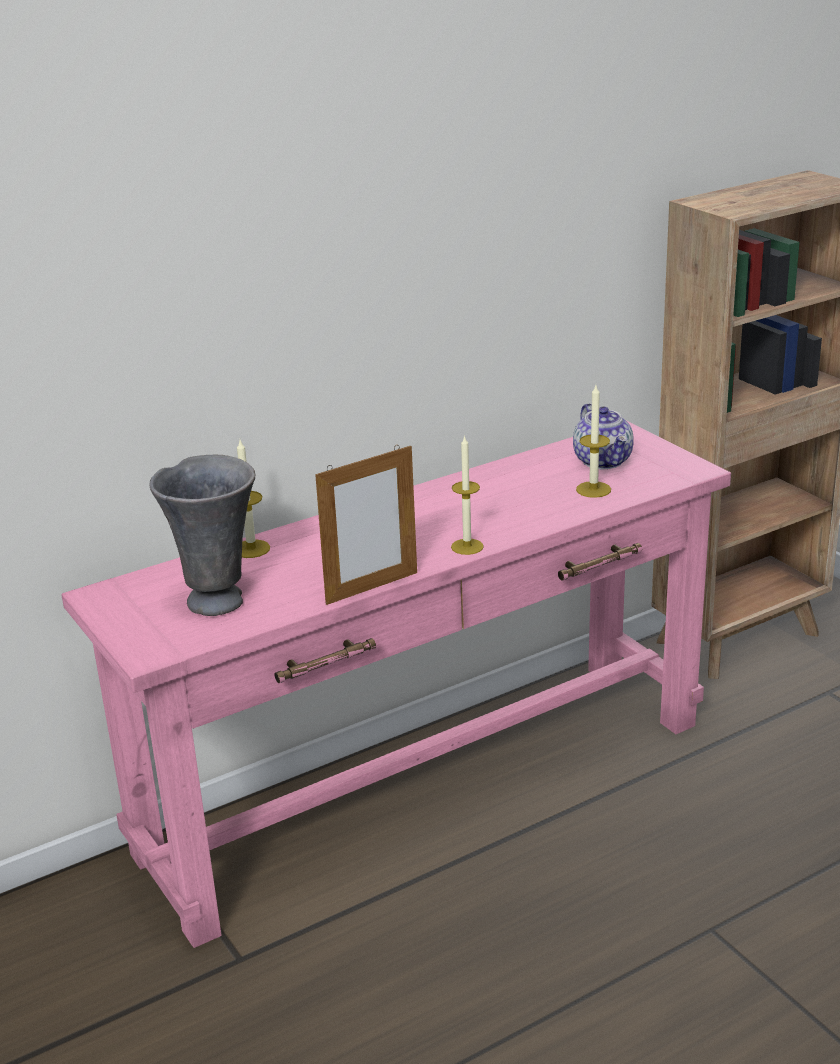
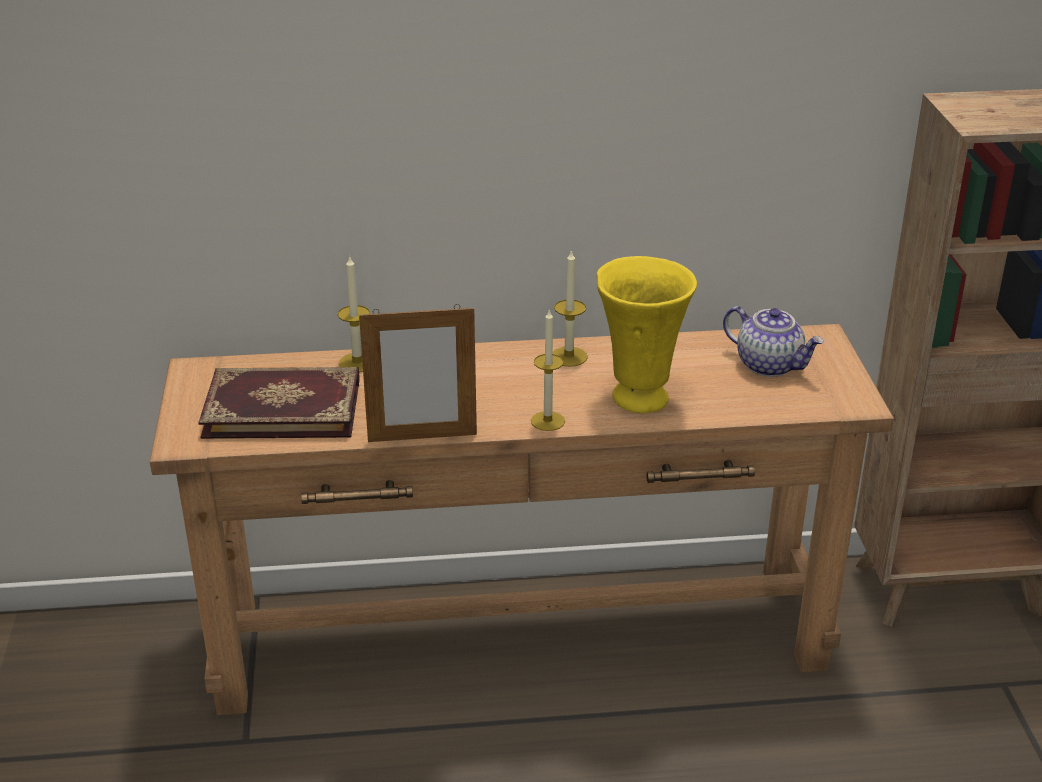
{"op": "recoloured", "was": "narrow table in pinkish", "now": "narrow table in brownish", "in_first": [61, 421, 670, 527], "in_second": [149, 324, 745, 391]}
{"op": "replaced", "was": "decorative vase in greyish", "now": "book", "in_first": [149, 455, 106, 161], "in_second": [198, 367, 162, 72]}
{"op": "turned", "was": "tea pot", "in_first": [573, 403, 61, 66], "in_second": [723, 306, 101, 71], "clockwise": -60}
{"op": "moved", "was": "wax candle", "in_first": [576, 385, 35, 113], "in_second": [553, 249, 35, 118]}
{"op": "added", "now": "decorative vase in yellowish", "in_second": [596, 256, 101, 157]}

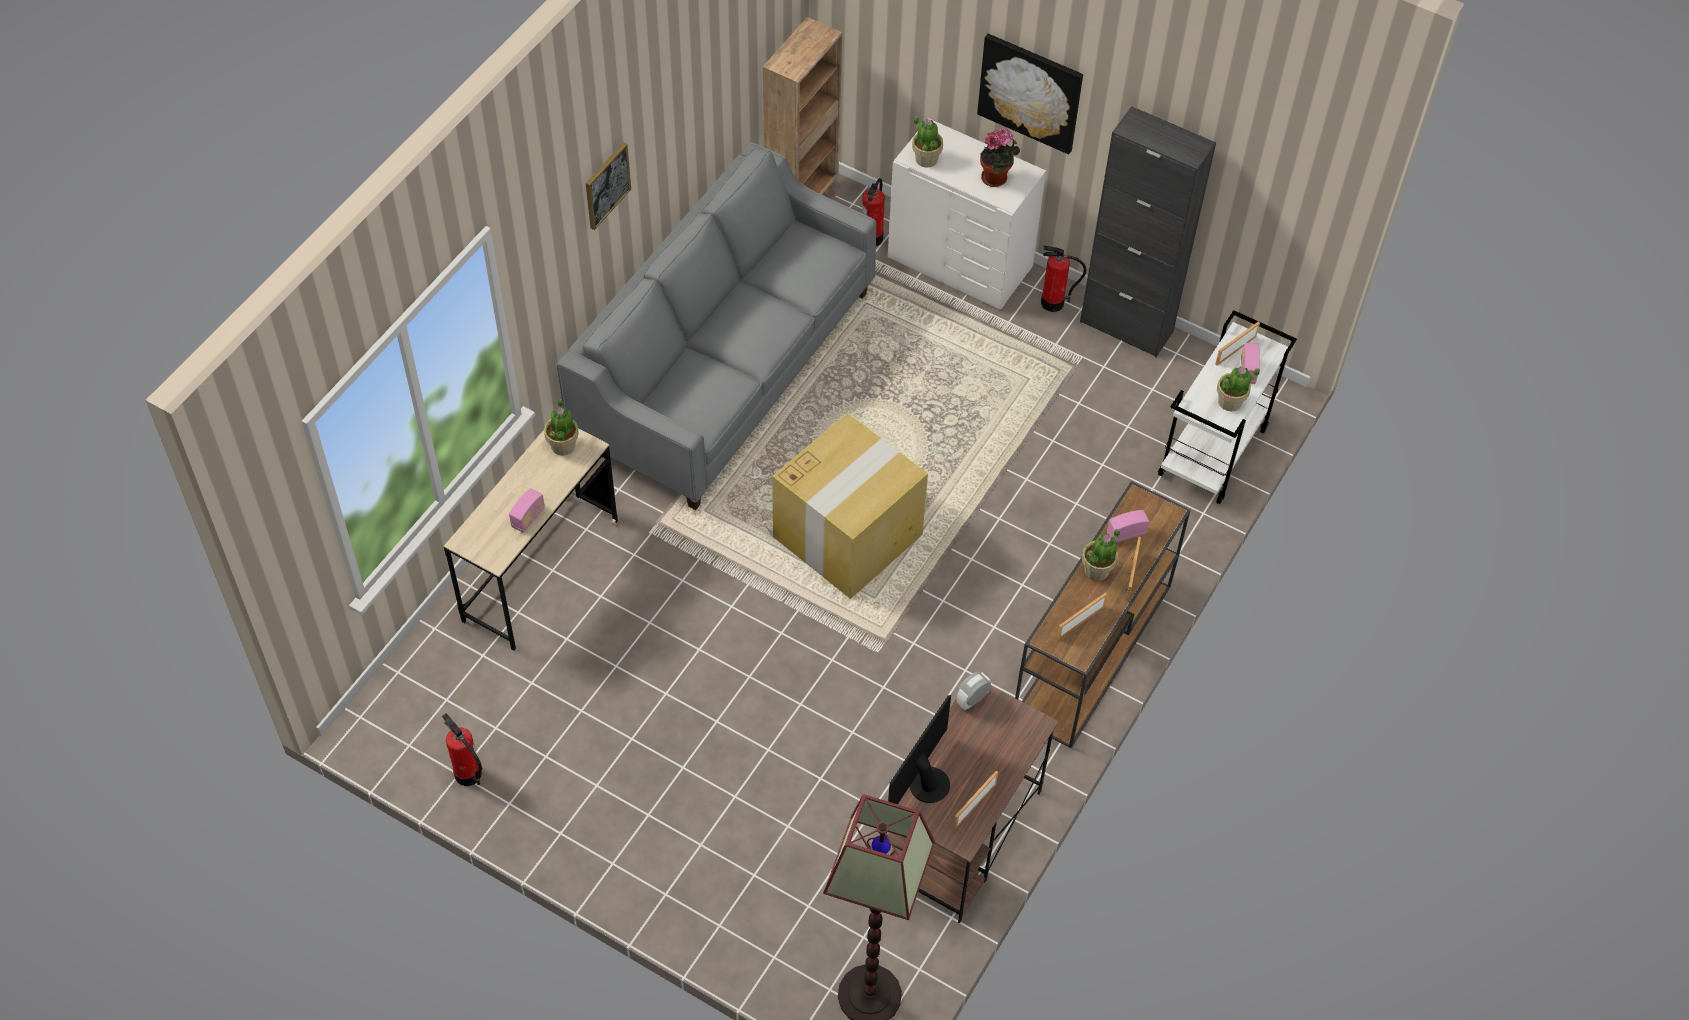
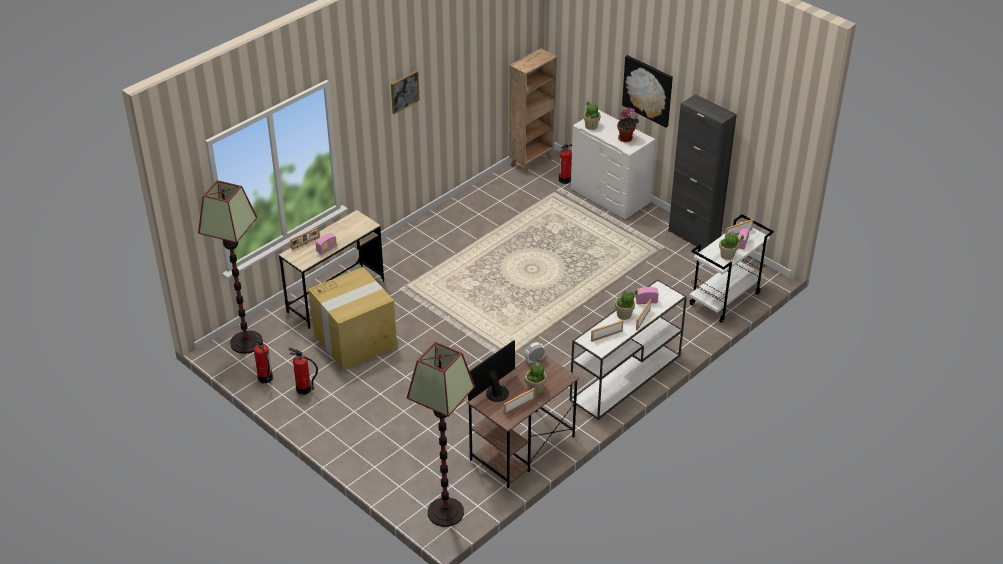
{"op": "moved", "was": "plant in a pot", "in_first": [544, 399, 35, 57], "in_second": [525, 358, 21, 36]}
{"op": "removed", "was": "couch in greyish", "in_first": [556, 142, 320, 368]}
{"op": "moved", "was": "cardboard box", "in_first": [772, 413, 156, 186], "in_second": [308, 267, 89, 103]}
{"op": "recoloured", "was": "narrow table in brownish", "now": "narrow table in whitish", "in_first": [1015, 481, 176, 267], "in_second": [570, 279, 117, 141]}
{"op": "moved", "was": "fire-fighting cylinder", "in_first": [1041, 246, 46, 66], "in_second": [288, 347, 30, 48]}
{"op": "added", "now": "standard lamp", "in_second": [198, 180, 65, 174]}
{"op": "added", "now": "standing frame", "in_second": [290, 227, 30, 23]}

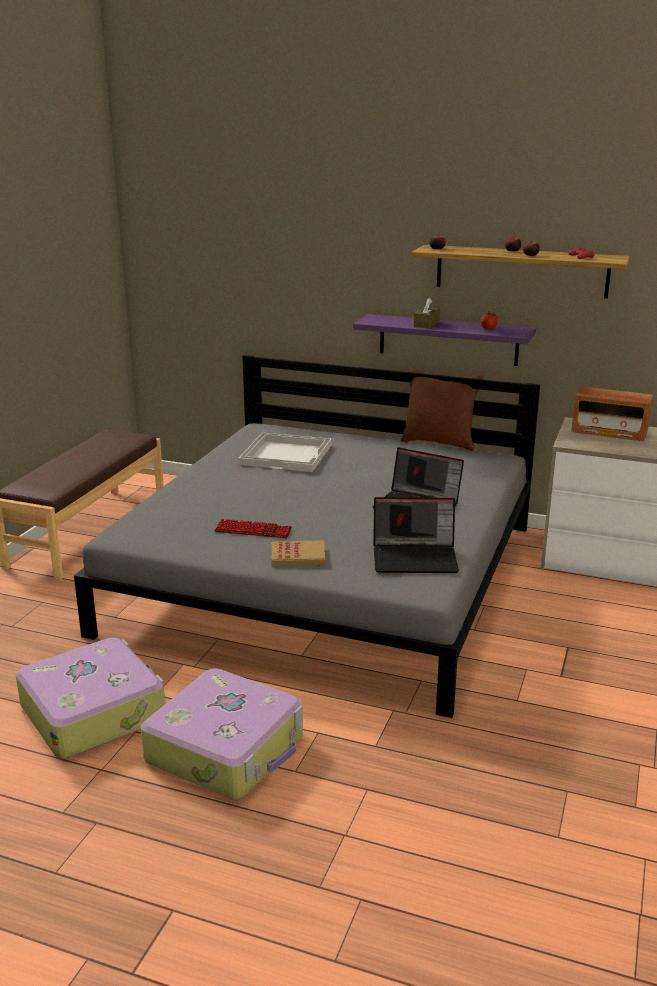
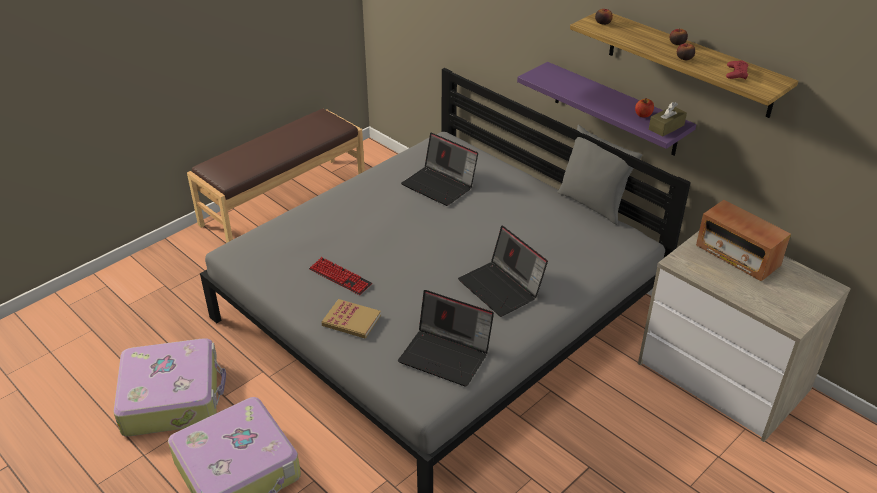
{"op": "replaced", "was": "carrying tray in whitish", "now": "laptop", "in_first": [239, 433, 93, 39], "in_second": [401, 133, 77, 73]}
{"op": "recoloured", "was": "pillow in brownish", "now": "pillow in greyish", "in_first": [401, 368, 82, 83], "in_second": [558, 125, 84, 100]}
{"op": "moved", "was": "tissue holder in brownish", "in_first": [414, 298, 26, 30], "in_second": [649, 102, 38, 35]}

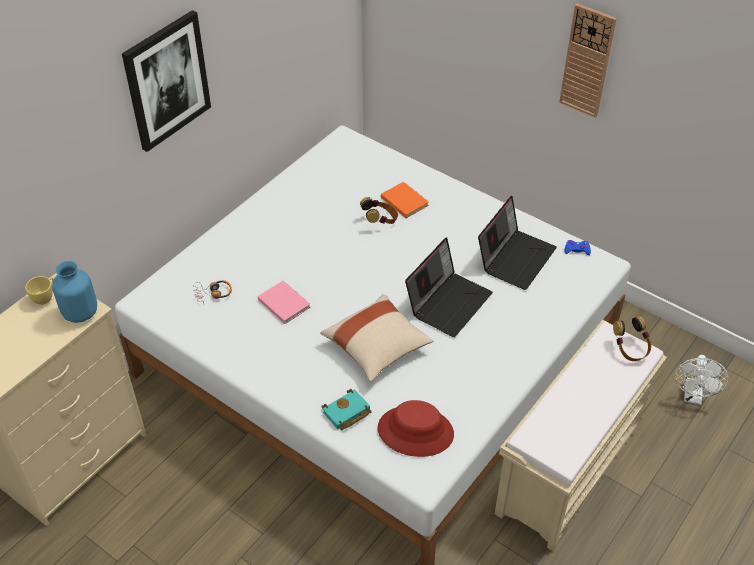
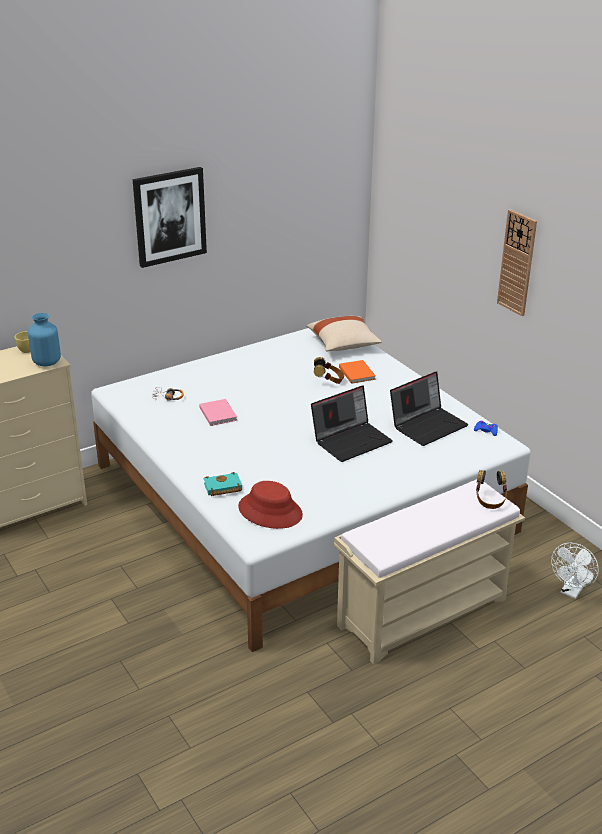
{"op": "moved", "was": "pillow in beige", "in_first": [320, 294, 114, 88], "in_second": [307, 316, 75, 35]}

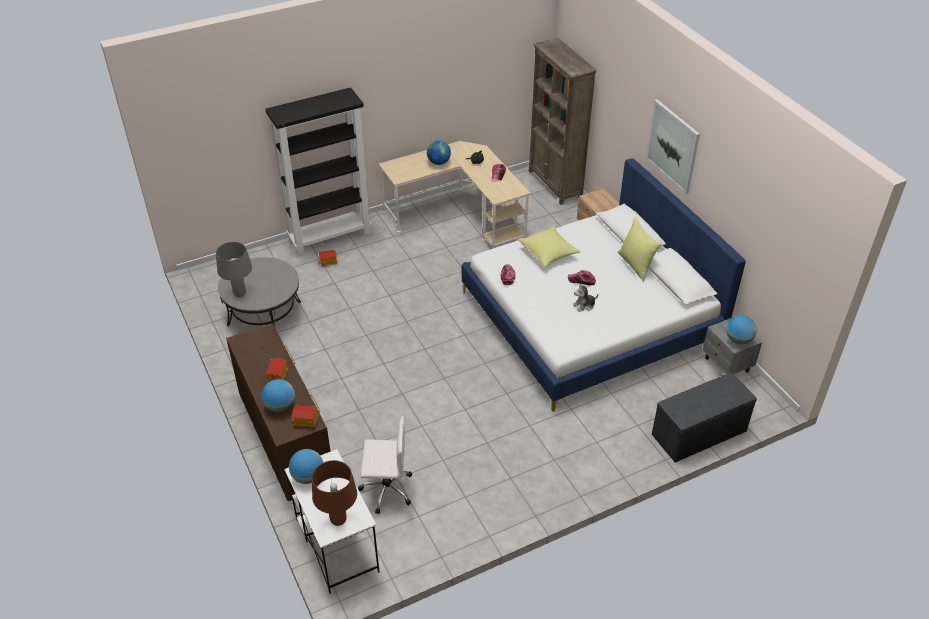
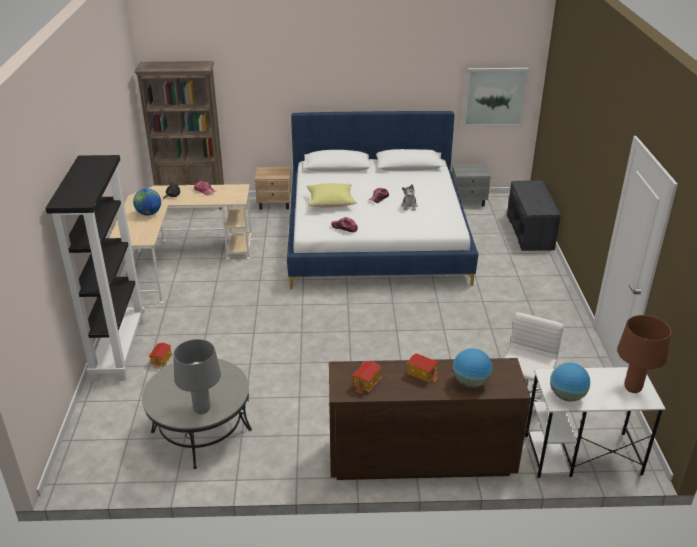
{"op": "moved", "was": "model house", "in_first": [292, 405, 26, 22], "in_second": [352, 361, 29, 33]}
{"op": "removed", "was": "pillow in yellowish", "in_first": [618, 217, 43, 65]}
{"op": "moved", "was": "wall picture", "in_first": [646, 99, 54, 95], "in_second": [463, 68, 66, 59]}
{"op": "removed", "was": "desk globe", "in_first": [726, 315, 31, 29]}

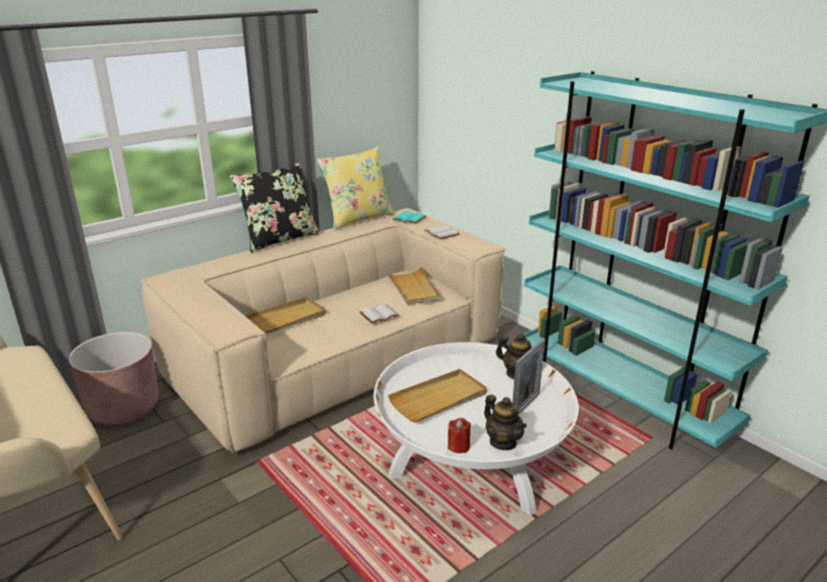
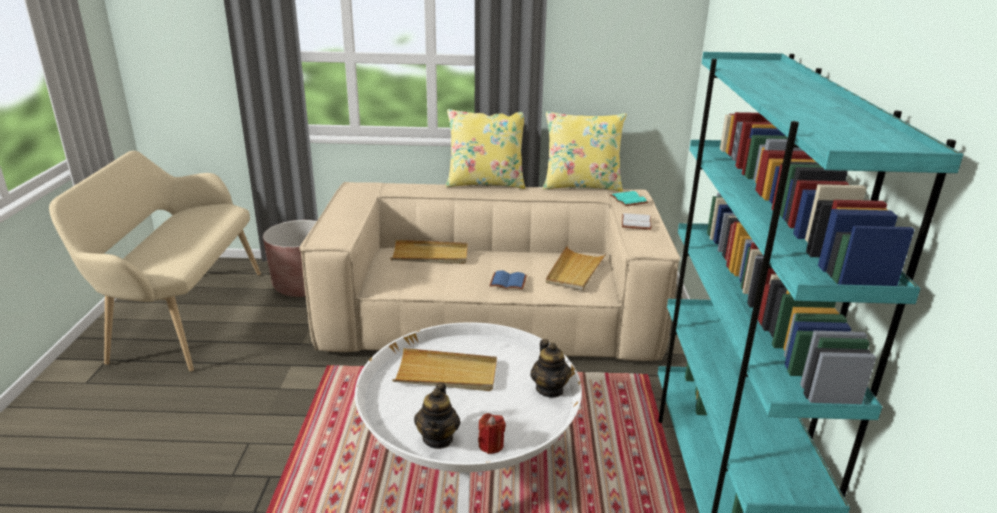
{"op": "recoloured", "was": "pillow in blackish", "now": "pillow in yellowish", "in_first": [230, 163, 90, 90], "in_second": [445, 109, 80, 80]}
{"op": "recoloured", "was": "book in whitish", "now": "book in bluish", "in_first": [359, 304, 40, 20], "in_second": [489, 271, 38, 19]}
{"op": "moved", "was": "wax candle in red-coloured", "in_first": [448, 418, 23, 35], "in_second": [478, 413, 28, 41]}
{"op": "removed", "was": "standing frame", "in_first": [512, 339, 33, 75]}

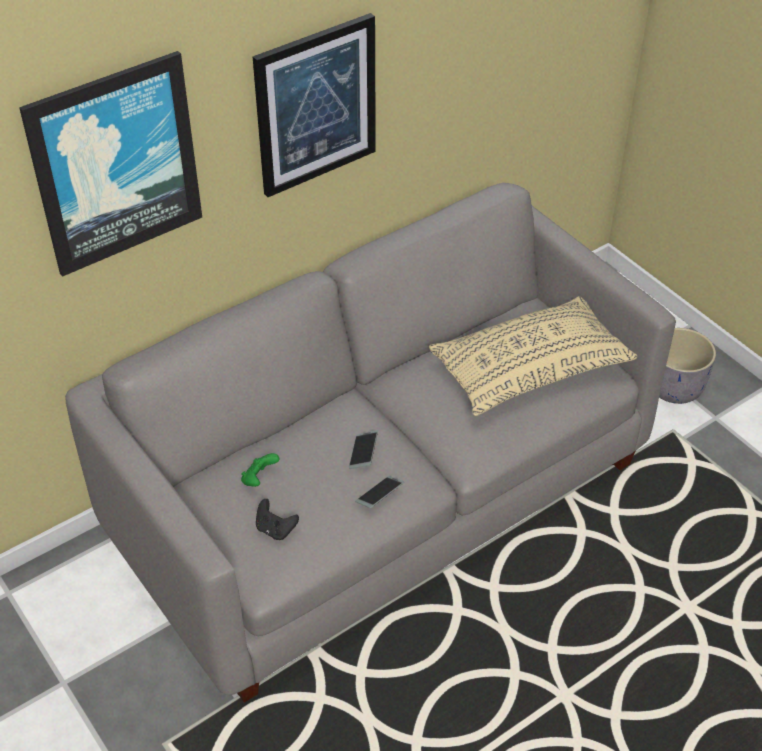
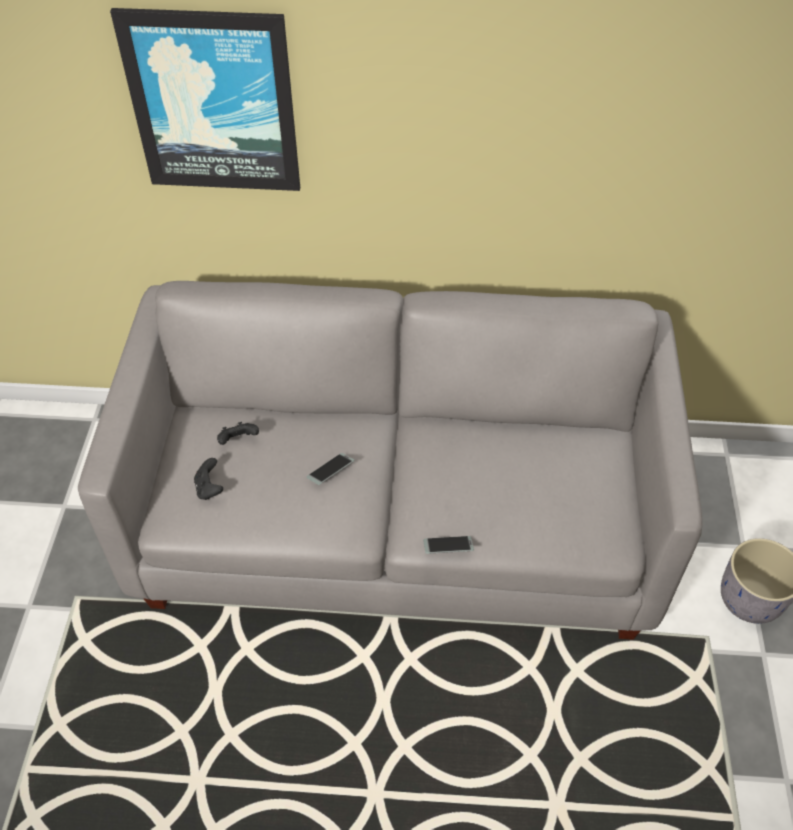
{"op": "recoloured", "was": "gamepad in greenish", "now": "gamepad in blackish", "in_first": [241, 453, 38, 34], "in_second": [217, 422, 42, 23]}
{"op": "removed", "was": "wall picture", "in_first": [253, 13, 123, 184]}
{"op": "moved", "was": "phone", "in_first": [355, 476, 49, 32], "in_second": [423, 536, 51, 18]}
{"op": "removed", "was": "pillow in beige", "in_first": [429, 296, 208, 120]}

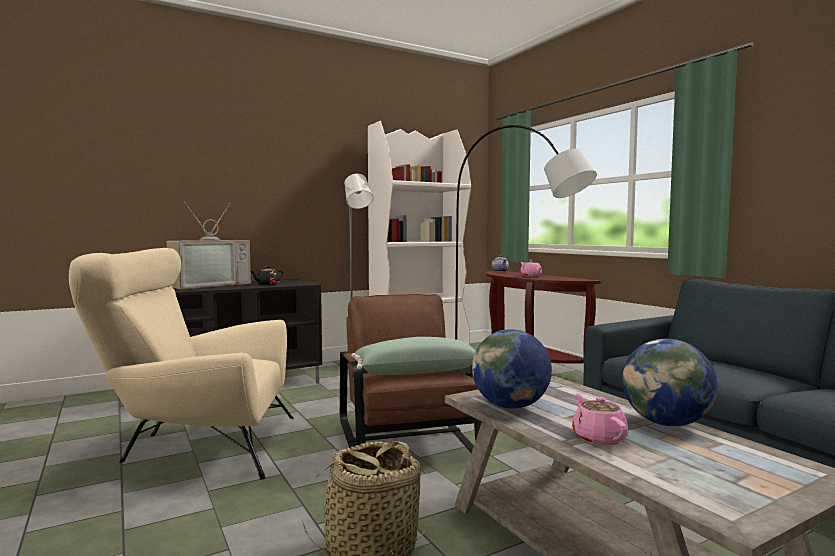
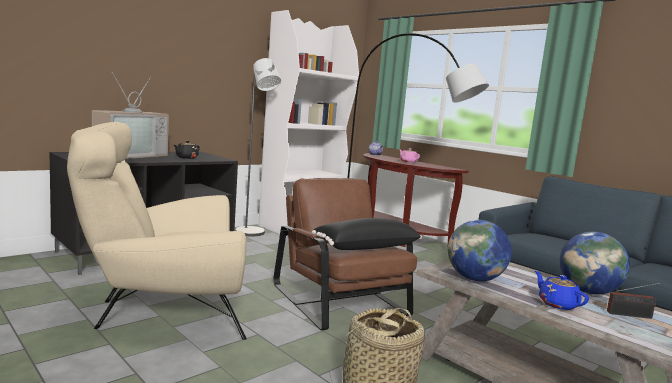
{"op": "recoloured", "was": "pillow in greenish", "now": "pillow in blackish", "in_first": [351, 337, 125, 38], "in_second": [312, 218, 110, 32]}
{"op": "recoloured", "was": "tea pot in pinkish", "now": "tea pot in bluish", "in_first": [572, 393, 56, 52], "in_second": [535, 271, 54, 39]}
{"op": "added", "now": "radio set", "in_second": [607, 283, 52, 36]}

